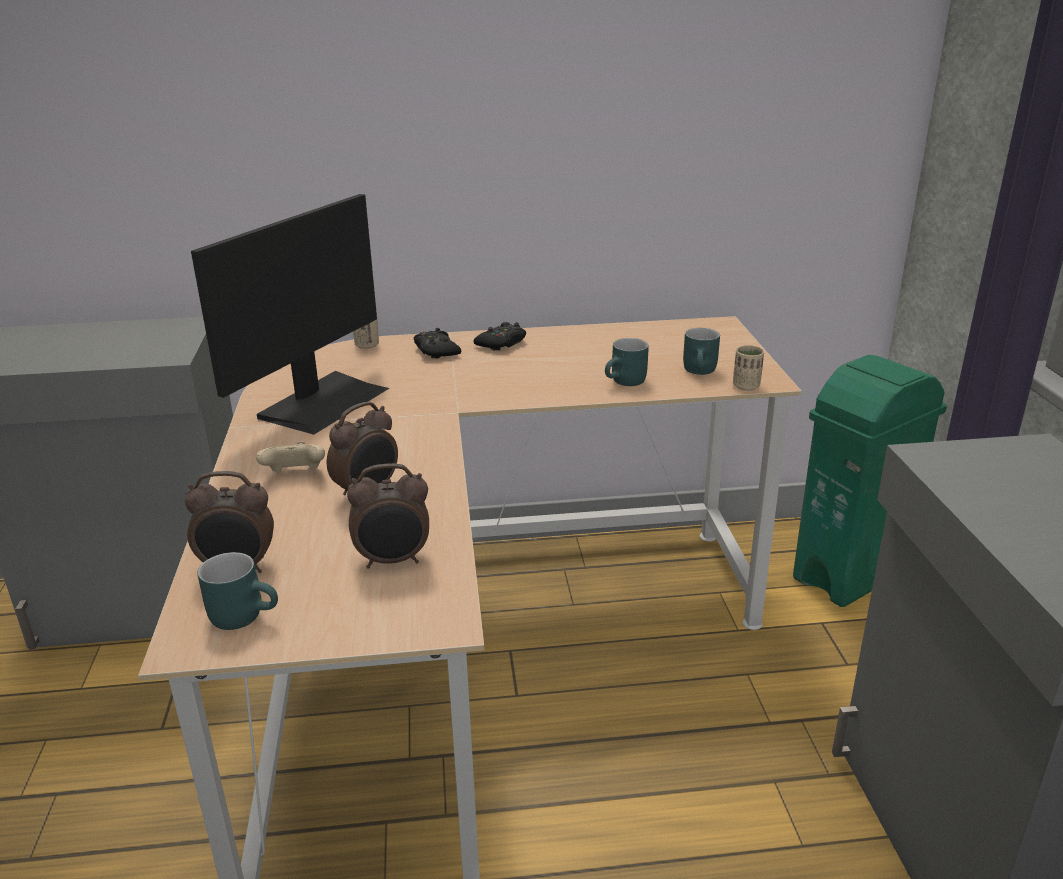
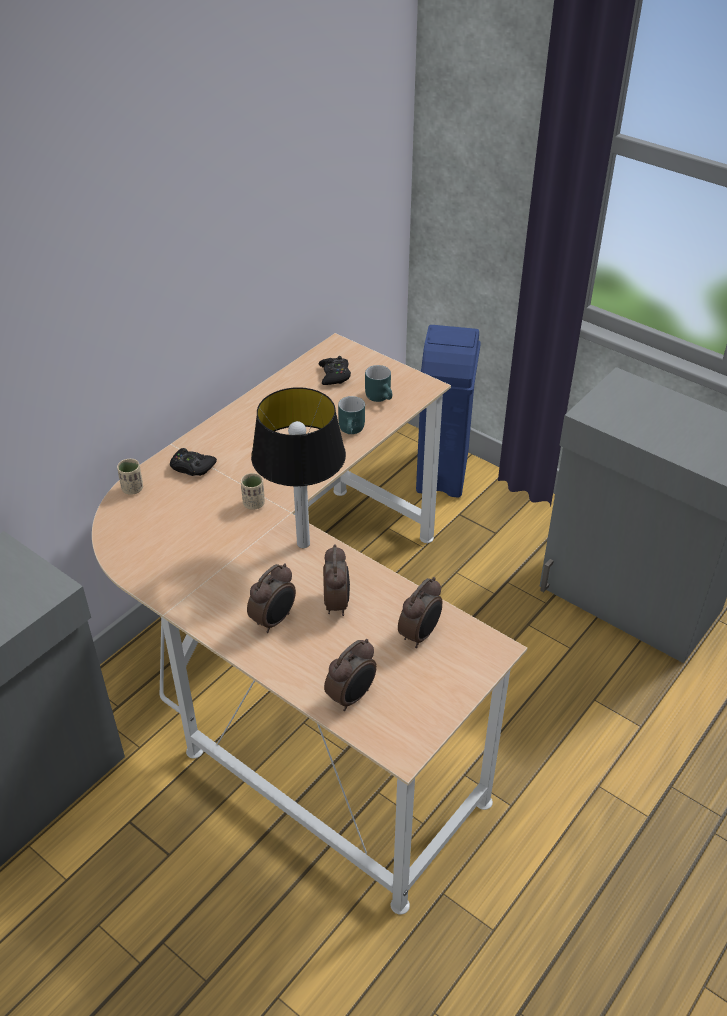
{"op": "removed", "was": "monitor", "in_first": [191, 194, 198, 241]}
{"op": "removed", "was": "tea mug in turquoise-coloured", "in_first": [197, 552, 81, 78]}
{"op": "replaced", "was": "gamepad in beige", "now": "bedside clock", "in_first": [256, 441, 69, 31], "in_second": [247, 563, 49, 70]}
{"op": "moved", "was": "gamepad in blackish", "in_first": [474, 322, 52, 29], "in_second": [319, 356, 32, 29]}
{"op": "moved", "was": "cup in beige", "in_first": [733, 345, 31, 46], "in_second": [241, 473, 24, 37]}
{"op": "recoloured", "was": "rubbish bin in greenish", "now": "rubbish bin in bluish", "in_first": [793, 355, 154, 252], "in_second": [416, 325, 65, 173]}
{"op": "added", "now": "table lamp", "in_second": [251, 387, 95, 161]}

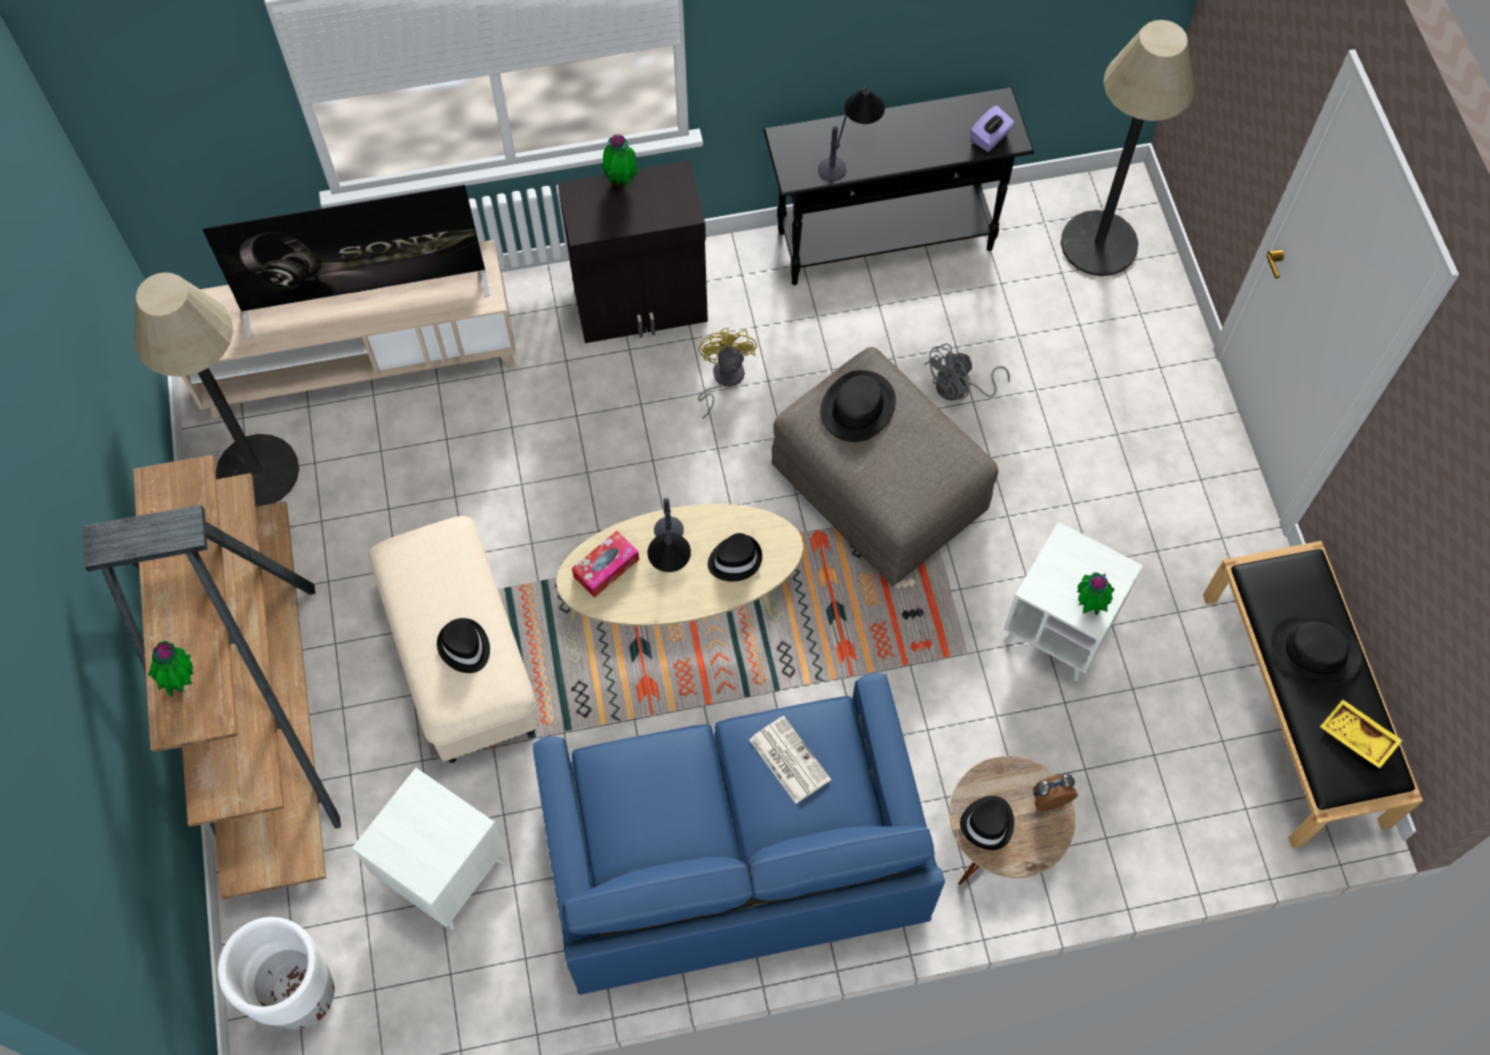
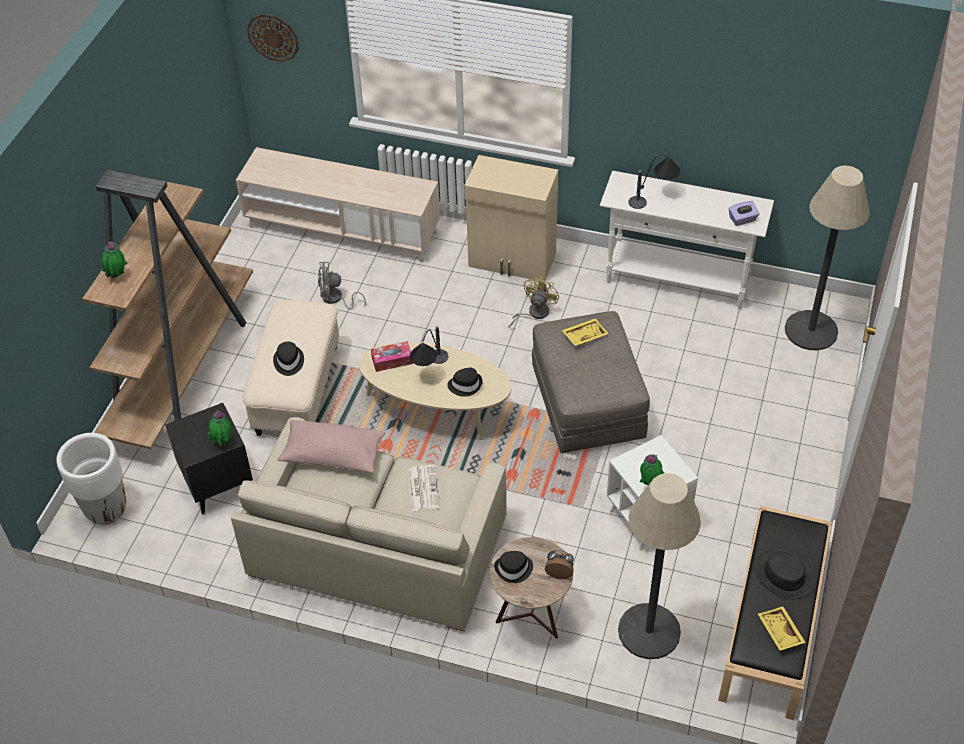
{"op": "moved", "was": "standard lamp", "in_first": [134, 272, 165, 235], "in_second": [618, 473, 83, 186]}
{"op": "removed", "was": "television", "in_first": [202, 185, 288, 153]}
{"op": "recoloured", "was": "accent table in whitish", "now": "accent table in blackish", "in_first": [352, 768, 154, 162], "in_second": [165, 403, 88, 111]}
{"op": "recoloured", "was": "couch in bluish", "now": "couch in beige", "in_first": [532, 673, 413, 322], "in_second": [231, 417, 276, 214]}
{"op": "recoloured", "was": "cabinet in blackish", "now": "cabinet in beige", "in_first": [558, 161, 150, 182], "in_second": [464, 155, 94, 126]}
{"op": "moved", "was": "plant in a pot", "in_first": [602, 134, 36, 52], "in_second": [208, 411, 23, 36]}
{"op": "recoloured", "was": "narrow table in blackish", "now": "narrow table in whitish", "in_first": [763, 87, 271, 198], "in_second": [600, 171, 174, 138]}
{"op": "replaced", "was": "hat in blackish", "now": "carrying tray in yellowish", "in_first": [820, 370, 76, 72], "in_second": [562, 318, 47, 28]}
{"op": "moved", "was": "cooling fan in greyish", "in_first": [924, 343, 86, 57], "in_second": [318, 262, 48, 48]}
{"op": "added", "now": "hanging clock", "in_second": [247, 14, 52, 48]}
{"op": "added", "now": "pillow in pinkish", "in_second": [277, 420, 108, 53]}

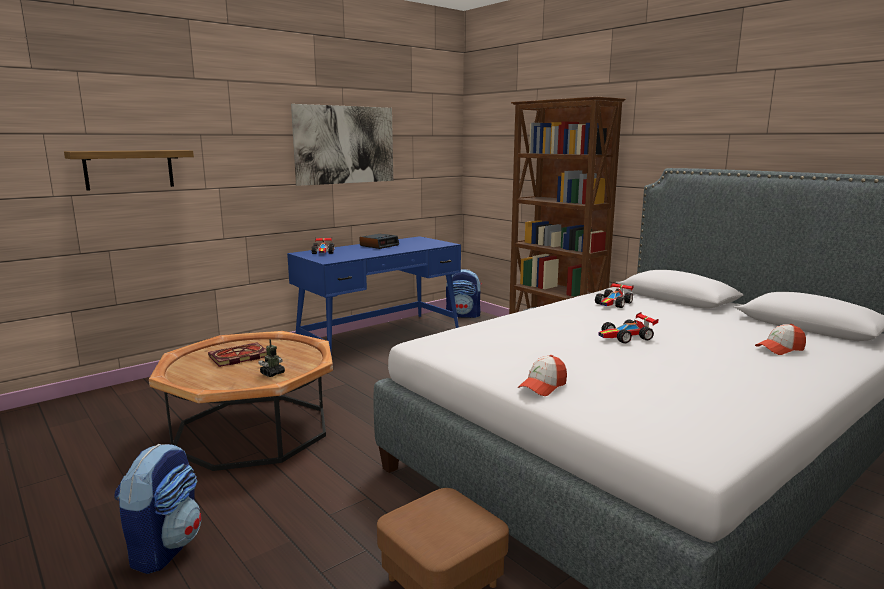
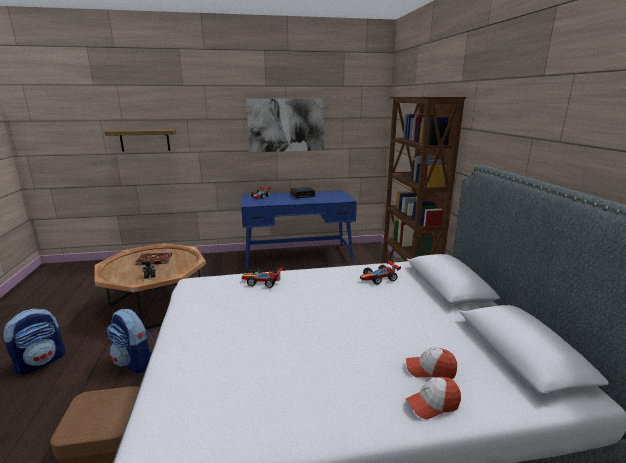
{"op": "moved", "was": "backpack", "in_first": [446, 269, 36, 49], "in_second": [107, 309, 49, 65]}
{"op": "moved", "was": "cap", "in_first": [518, 355, 49, 41], "in_second": [406, 377, 55, 42]}
{"op": "moved", "was": "model car", "in_first": [598, 312, 60, 31], "in_second": [242, 267, 41, 21]}

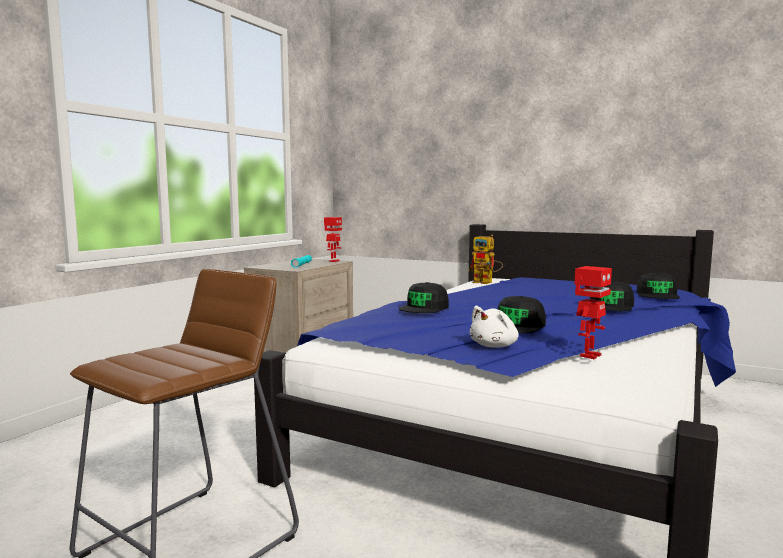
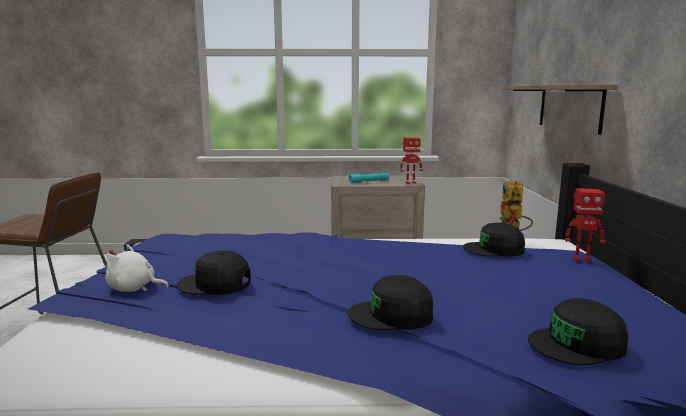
{"op": "moved", "was": "cap in blackish", "in_first": [399, 282, 50, 31], "in_second": [463, 223, 62, 34]}
{"op": "moved", "was": "model robot", "in_first": [574, 266, 38, 93], "in_second": [565, 188, 41, 75]}
{"op": "added", "now": "bracket shelf", "in_second": [501, 84, 117, 51]}

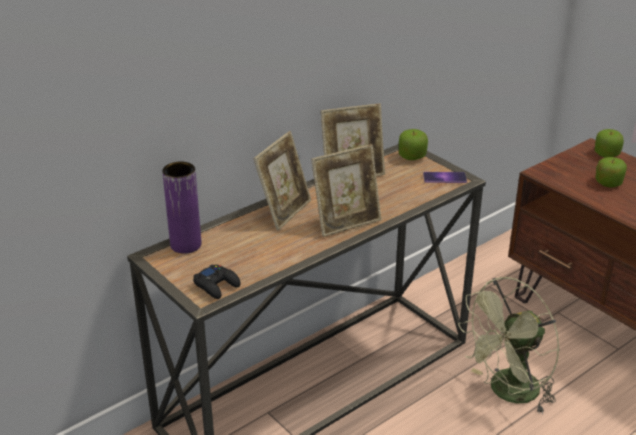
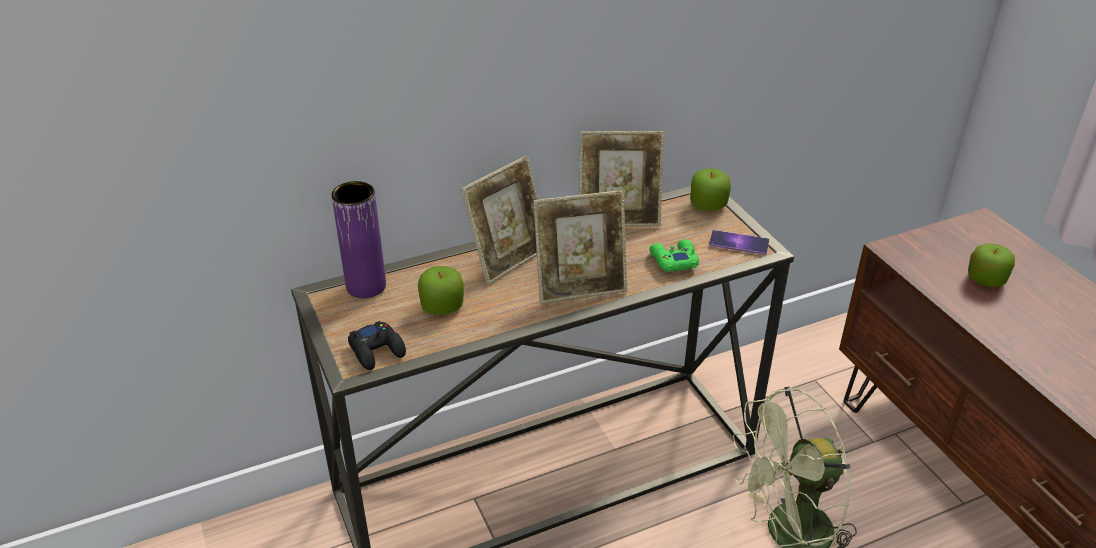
{"op": "moved", "was": "apple", "in_first": [595, 129, 29, 28], "in_second": [418, 266, 46, 49]}
{"op": "added", "now": "gamepad in greenish", "in_second": [649, 239, 50, 33]}

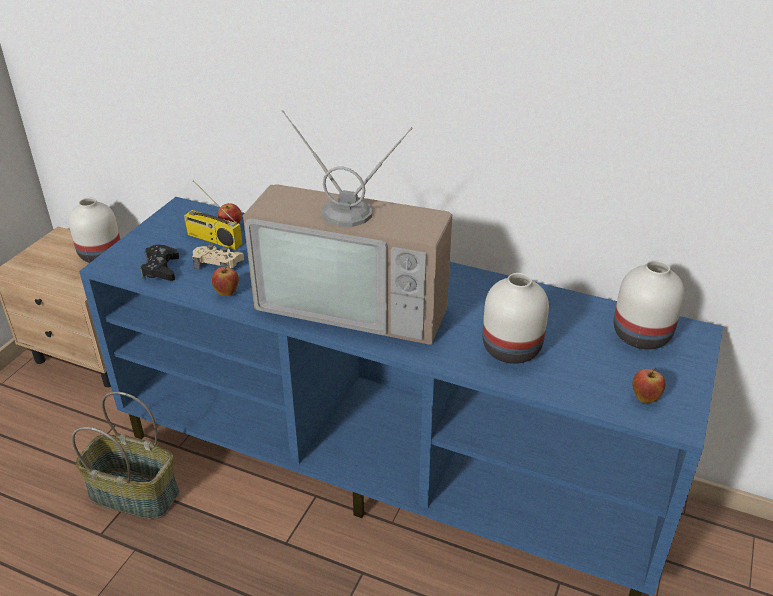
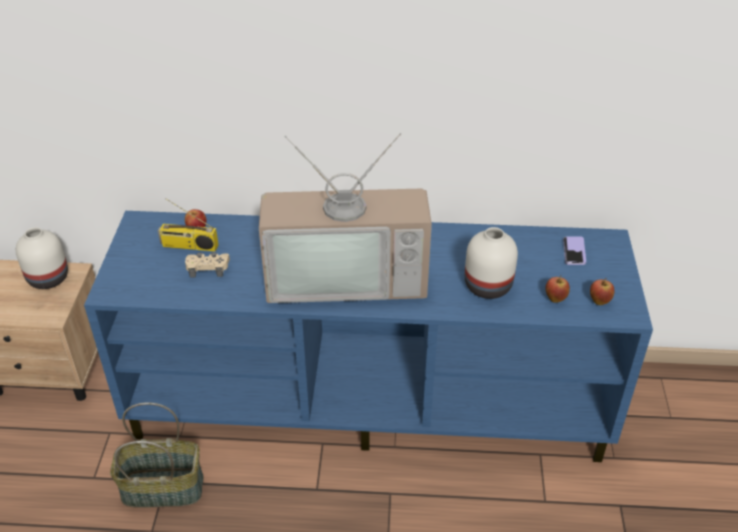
{"op": "removed", "was": "gamepad in blackish", "in_first": [140, 245, 39, 36]}
{"op": "moved", "was": "apple", "in_first": [212, 265, 27, 31], "in_second": [545, 275, 25, 28]}
{"op": "replaced", "was": "decorative vase in whitish", "now": "phone", "in_first": [614, 260, 71, 89], "in_second": [563, 236, 23, 29]}

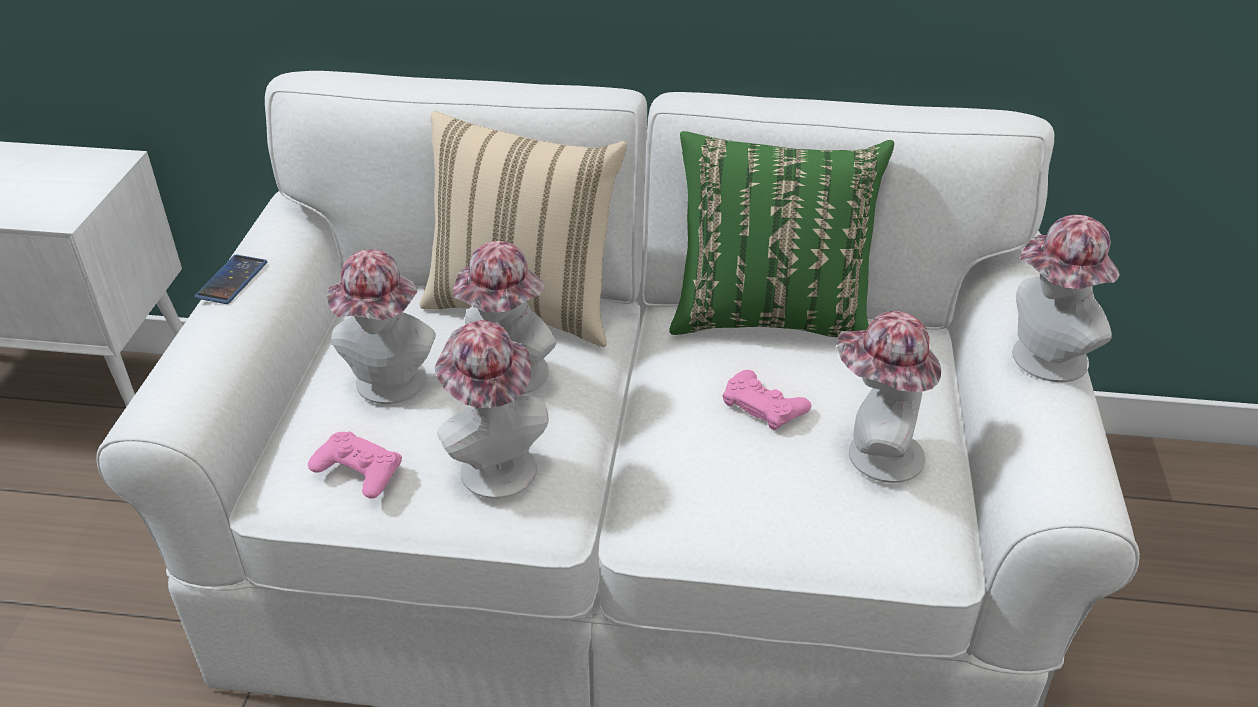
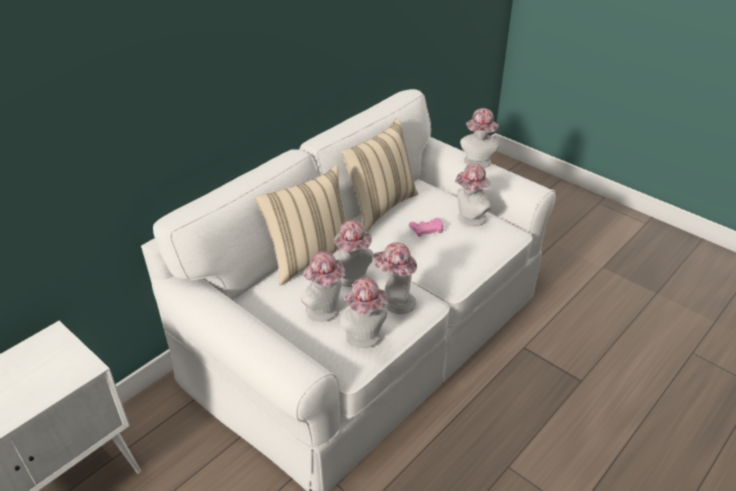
{"op": "removed", "was": "phone", "in_first": [194, 255, 73, 49]}
{"op": "replaced", "was": "gamepad in pinkish", "now": "hat", "in_first": [308, 431, 94, 68], "in_second": [339, 277, 48, 71]}
{"op": "recoloured", "was": "pillow in greenish", "now": "pillow in beige", "in_first": [669, 131, 225, 207], "in_second": [341, 118, 77, 114]}

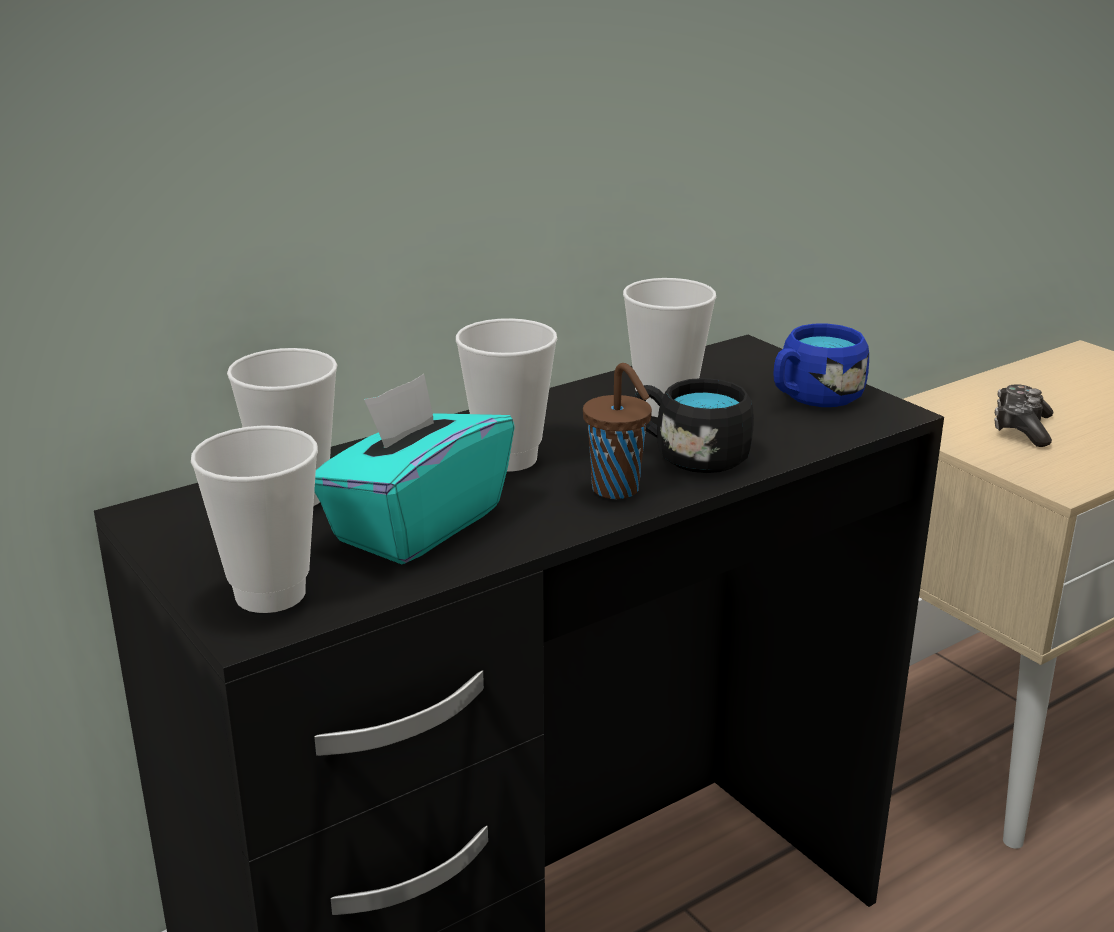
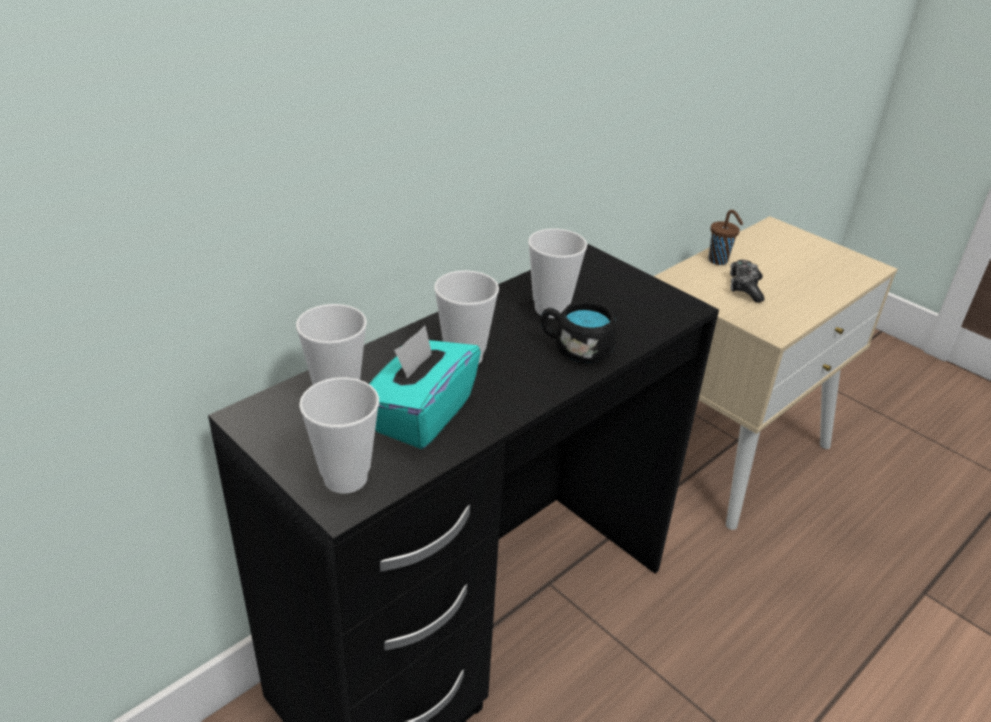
{"op": "moved", "was": "cup in brownish", "in_first": [583, 363, 69, 136], "in_second": [708, 210, 35, 55]}
{"op": "removed", "was": "tea mug in bluish", "in_first": [774, 324, 95, 83]}

